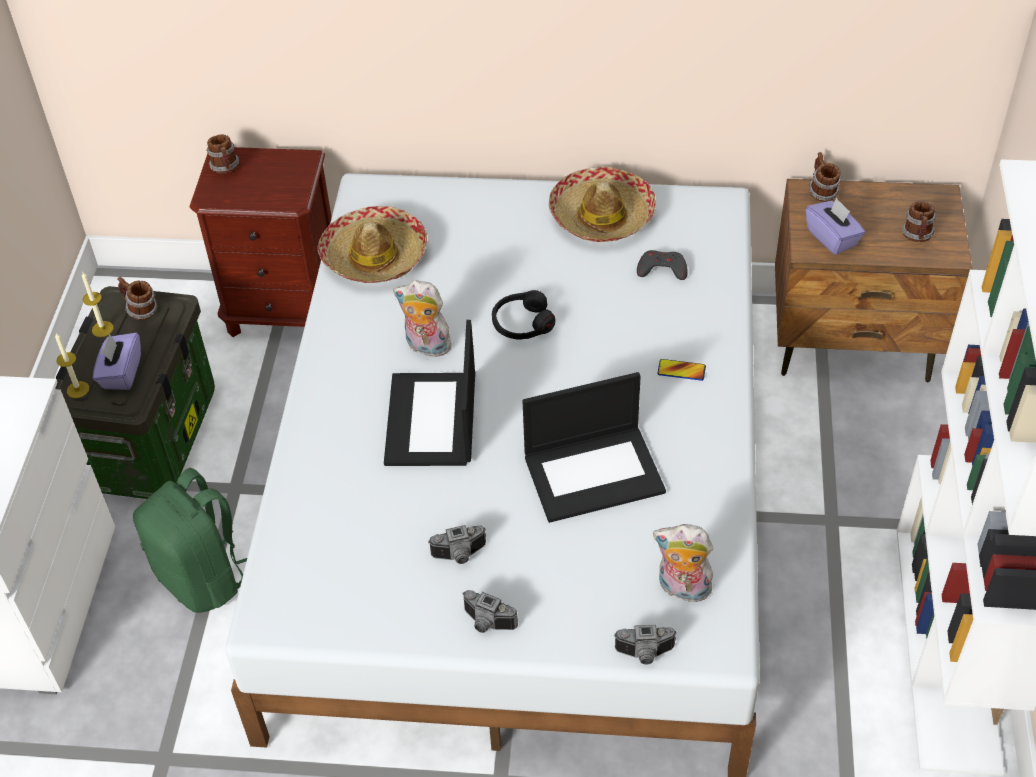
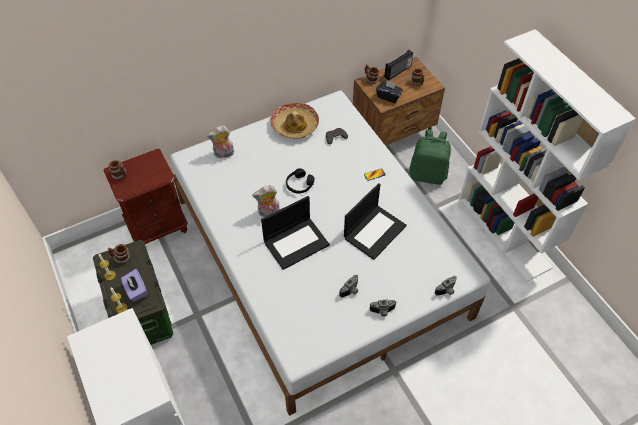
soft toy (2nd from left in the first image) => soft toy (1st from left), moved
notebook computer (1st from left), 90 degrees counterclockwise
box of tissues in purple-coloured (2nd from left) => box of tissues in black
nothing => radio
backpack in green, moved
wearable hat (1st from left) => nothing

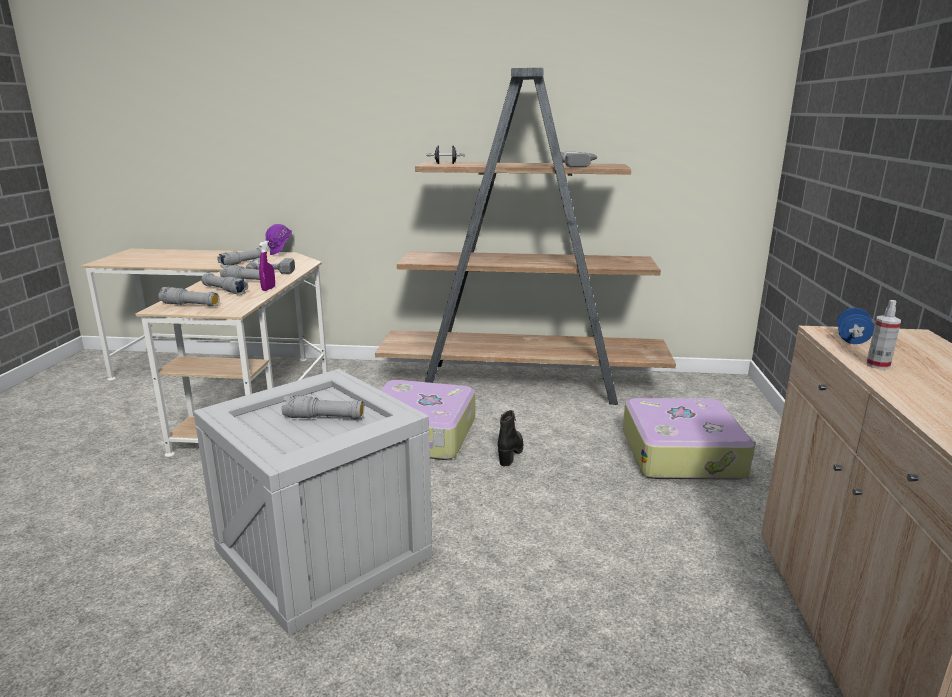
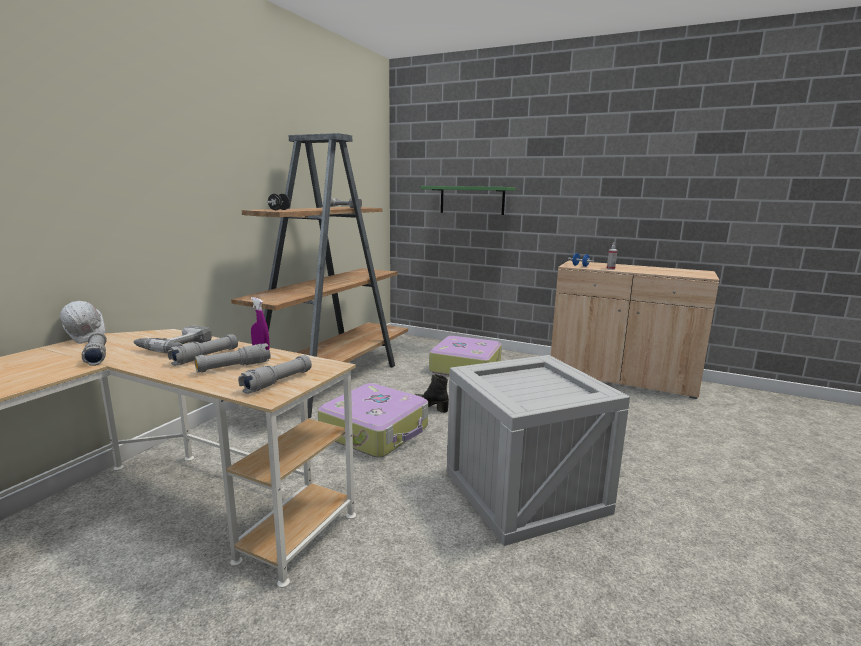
hard hat in purple-coloured => hard hat in whitish
nothing => wall shelf in green
flashlight in greyish (5th from left) => nothing

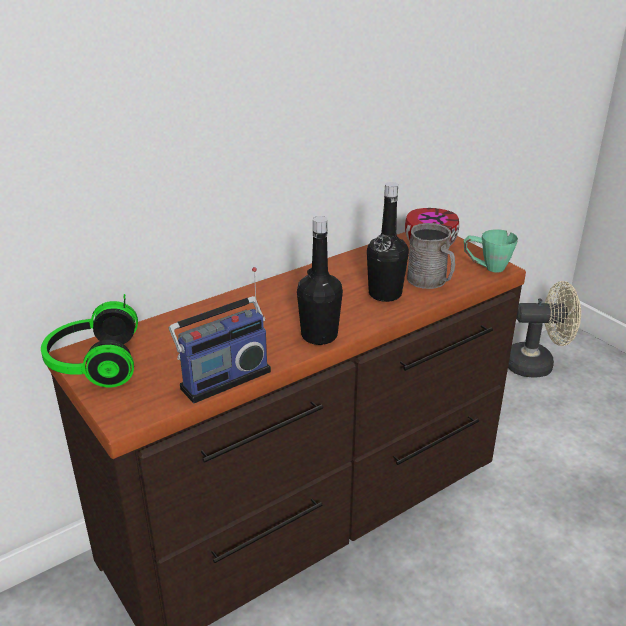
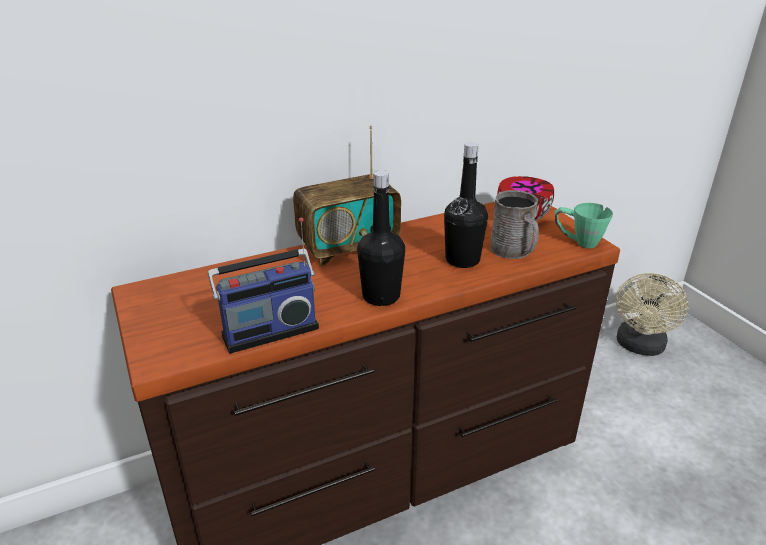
nothing => radio (2nd from left)
fan in sand-coloured, 105 degrees clockwise
pair of headphones => nothing

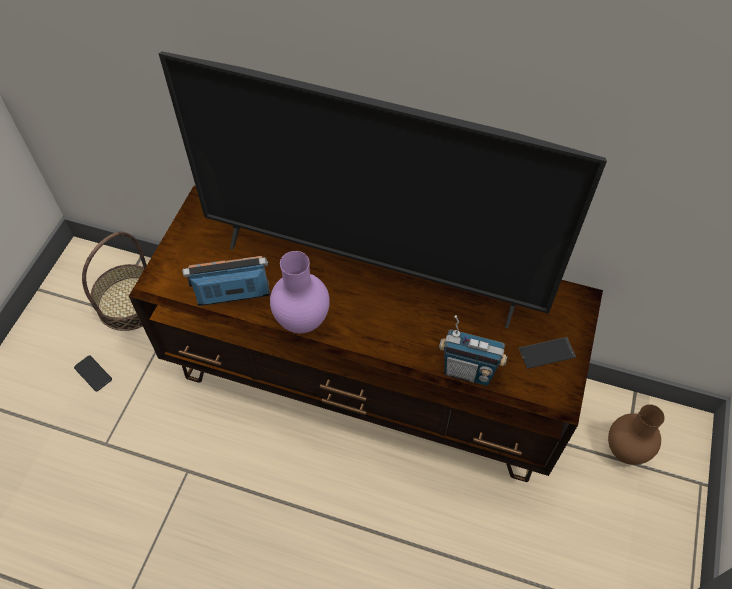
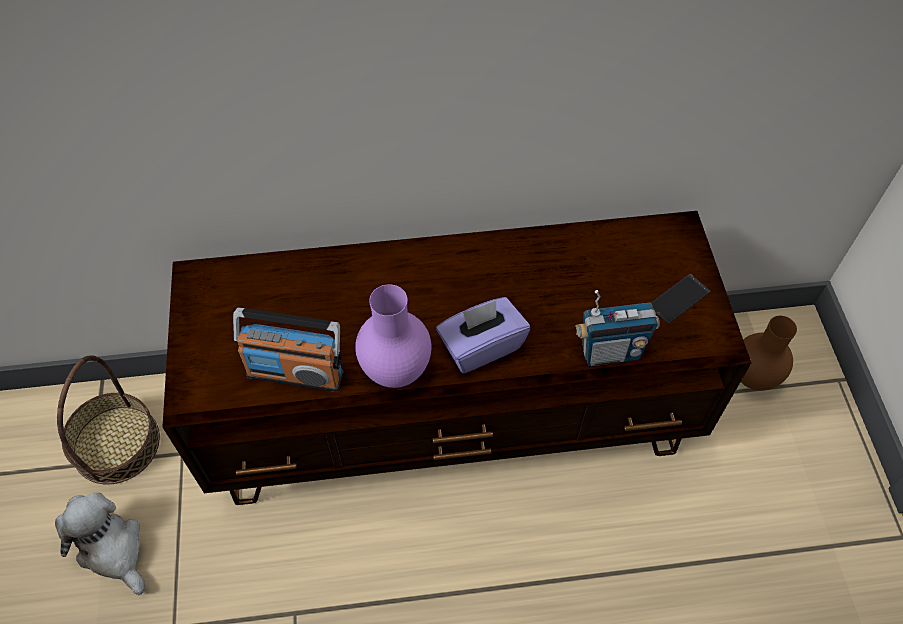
phone (1st from left) => soft toy
radio (1st from left), 135 degrees counterclockwise
nothing => box of tissues in purple-coloured
TV set => nothing

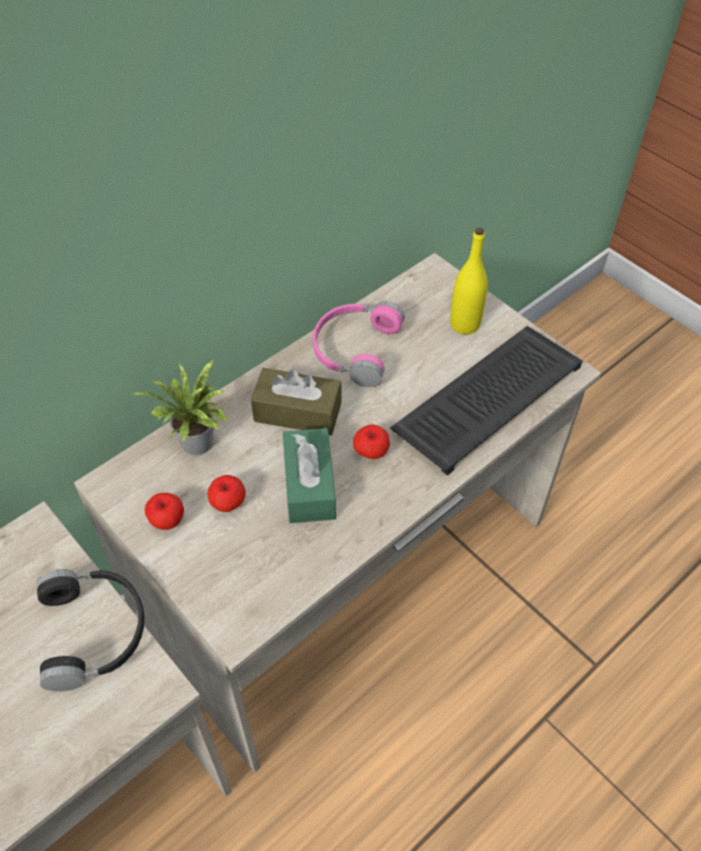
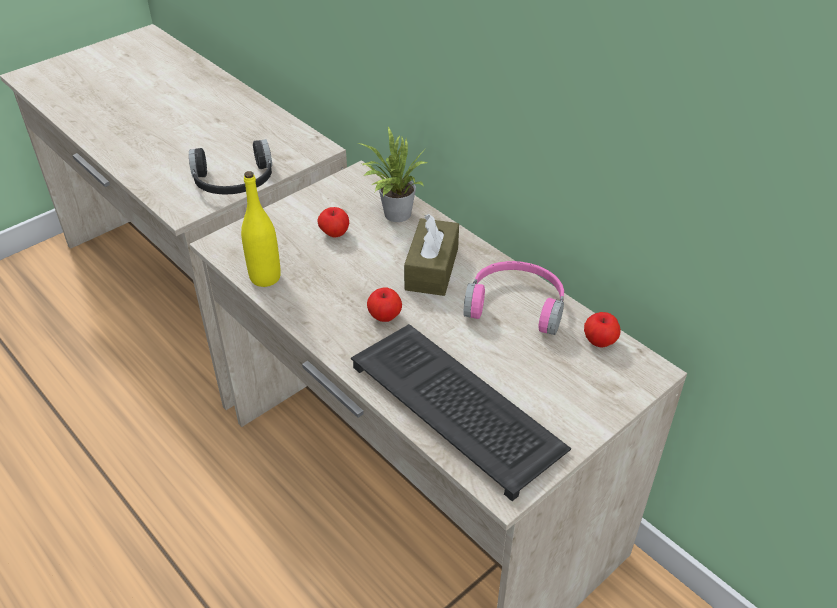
bottle in yellow-coloured, moved
apple (1st from left in the first image) => apple (3rd from left), moved
box of tissues in green => nothing

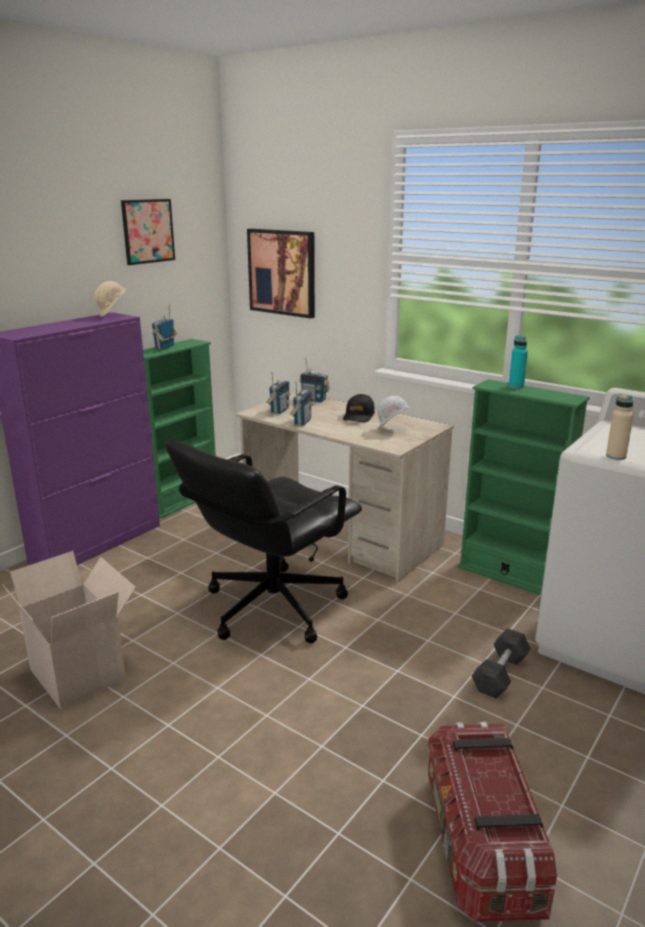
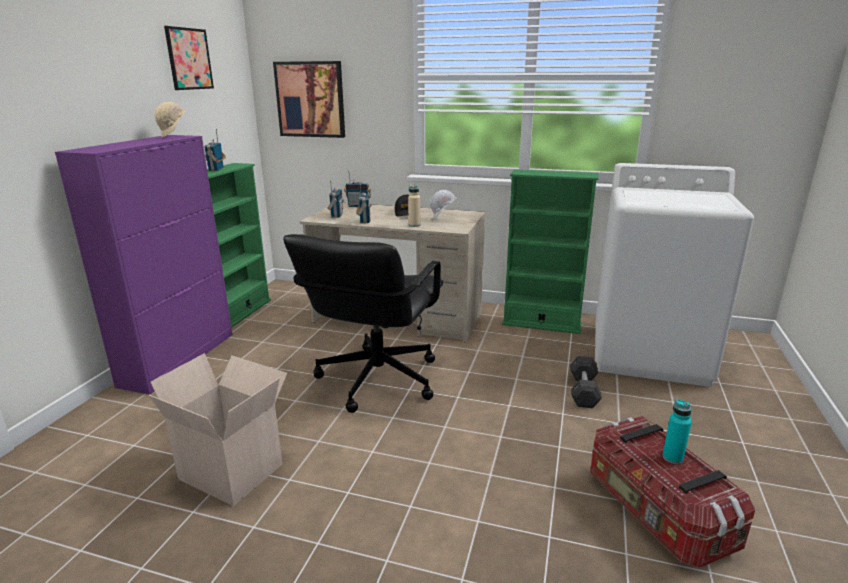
bottle in sand-coloured, moved
bottle in turquoise-coloured, moved

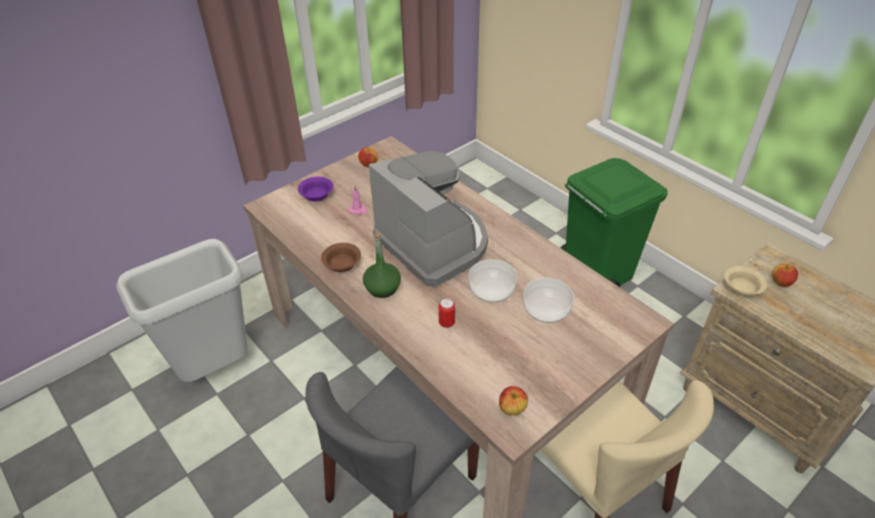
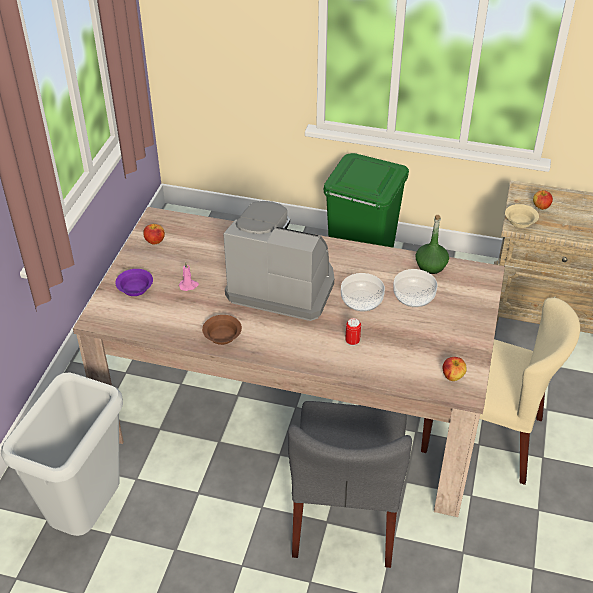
bottle in green, moved

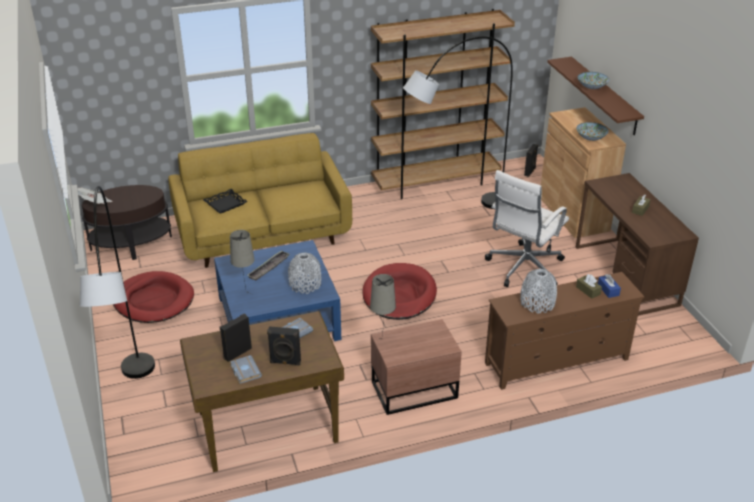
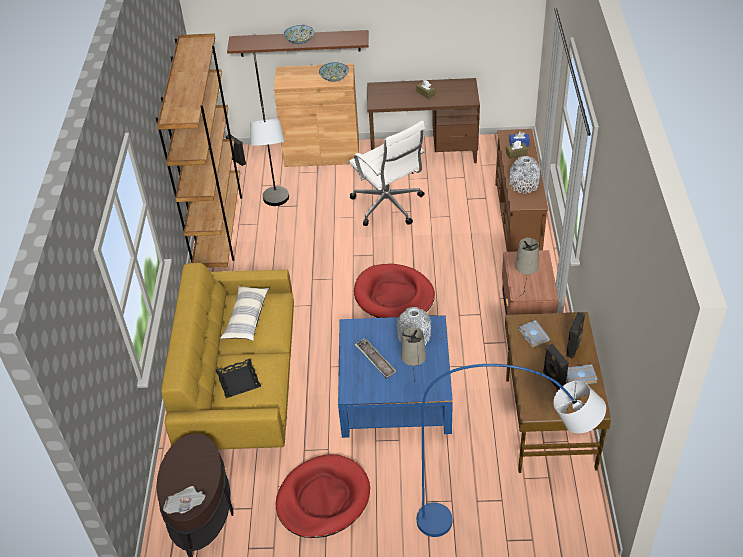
nothing => throw pillow
standard lamp in greyish (1st from left) => standard lamp in blue-coloured

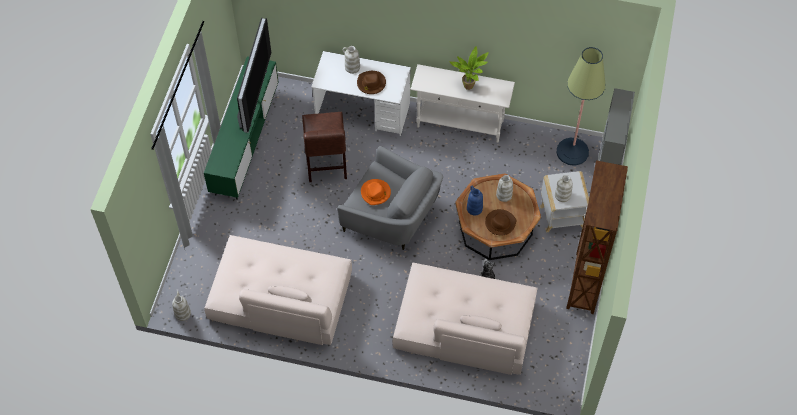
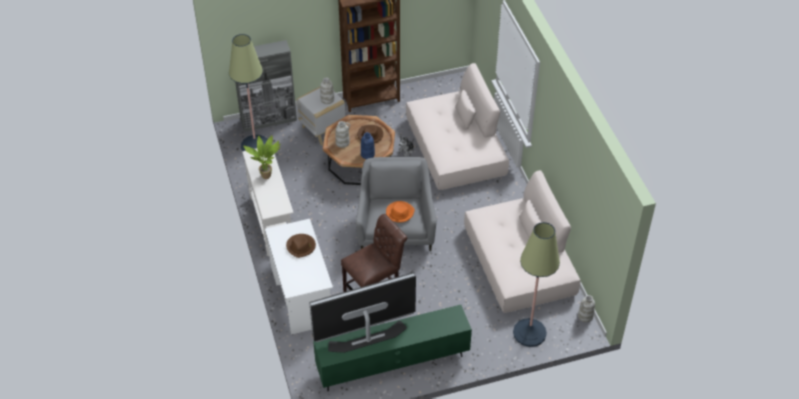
nothing => standard lamp (2nd from left)
flower vase in whitish (2nd from left) => nothing

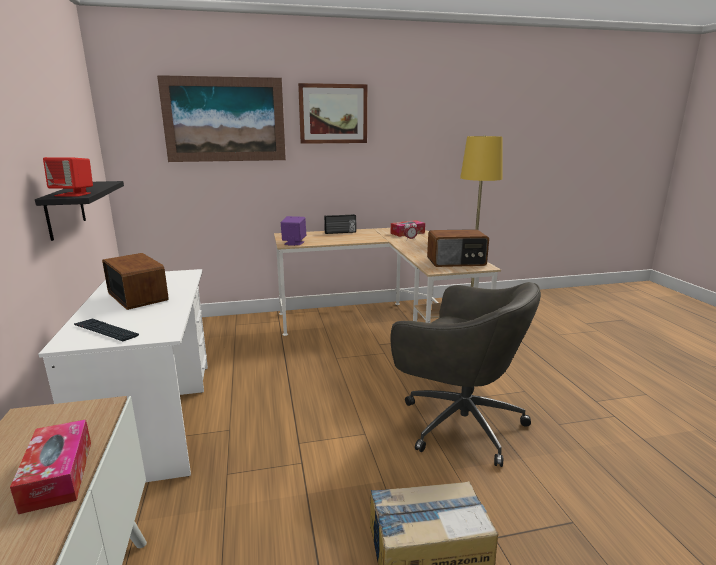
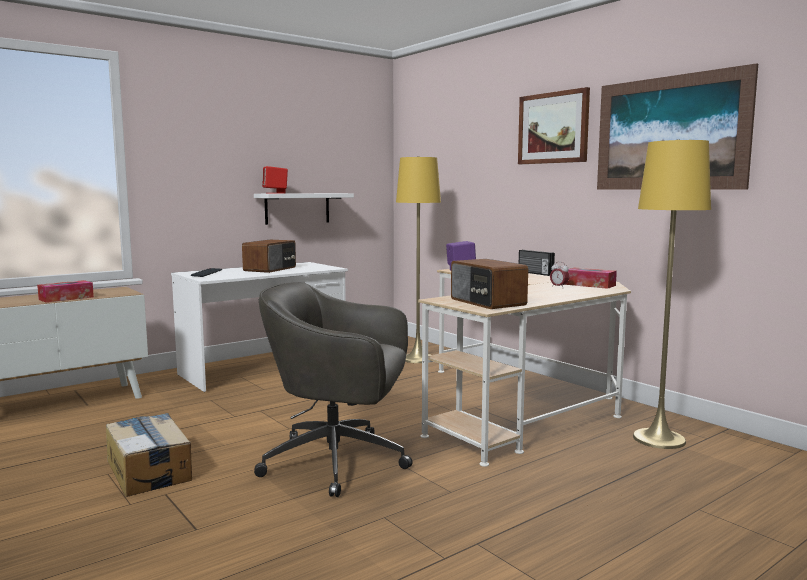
wall shelf in black => wall shelf in whitish
desk chair in greyish, 90 degrees clockwise
nothing => standard lamp in yellow-coloured (1st from left)
wall picture (1st from left in the first image) => wall picture (2nd from left), moved

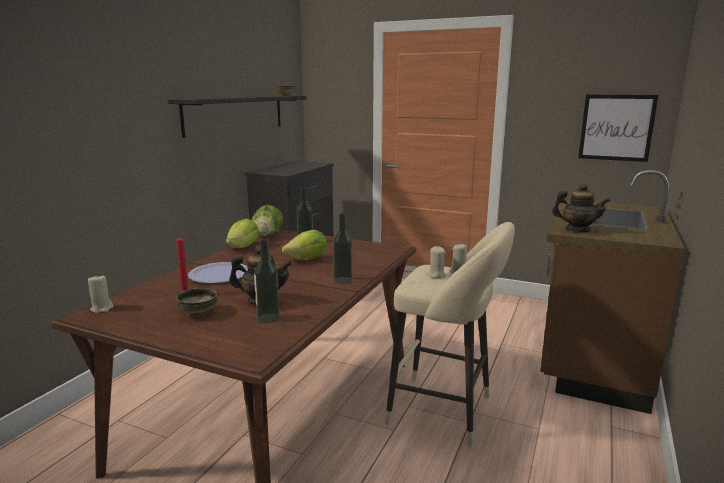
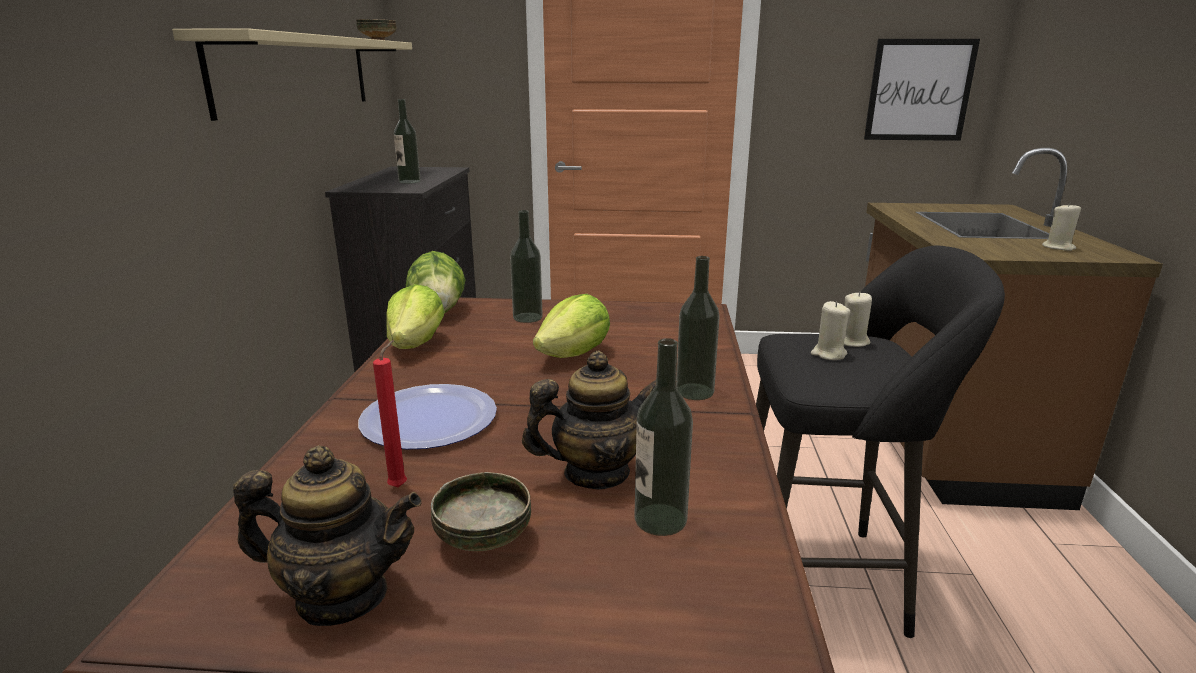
wall shelf in black => wall shelf in sand-coloured
teapot (2nd from left in the first image) => teapot (1st from left), moved
nothing => bottle (1st from left)
stool in sand-coloured => stool in black
wax candle in sand-coloured (1st from left in the first image) => wax candle in sand-coloured (3rd from left), moved

